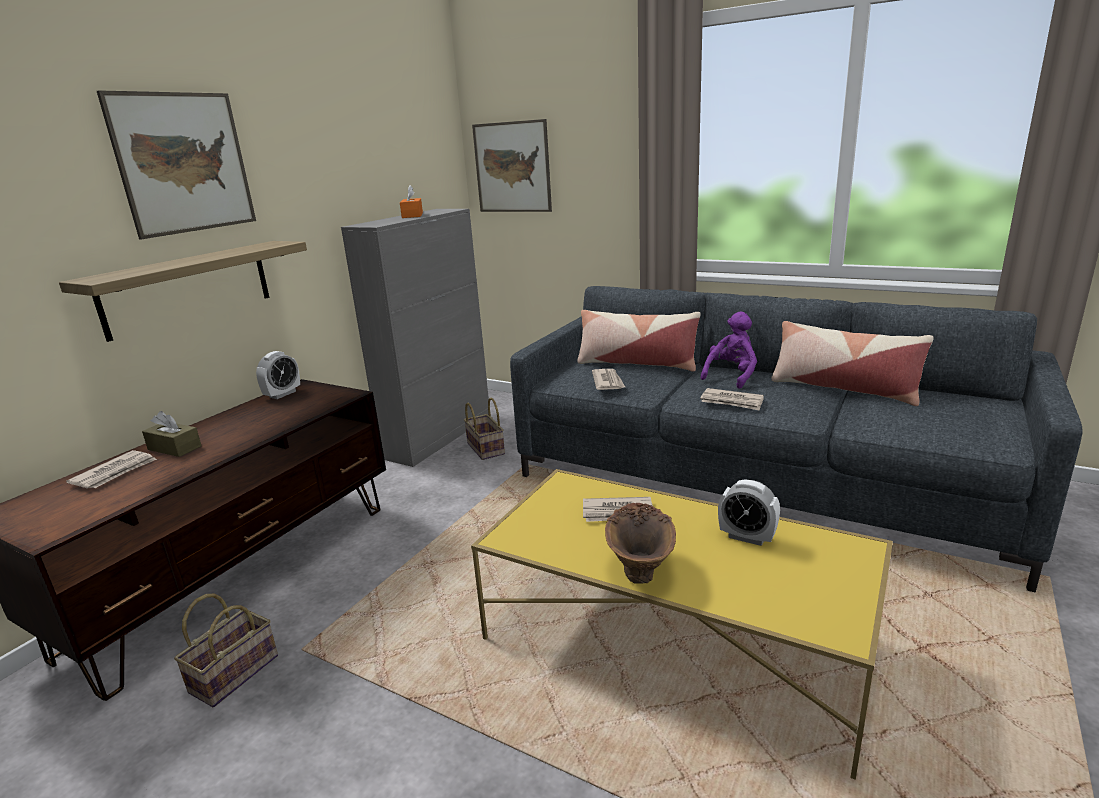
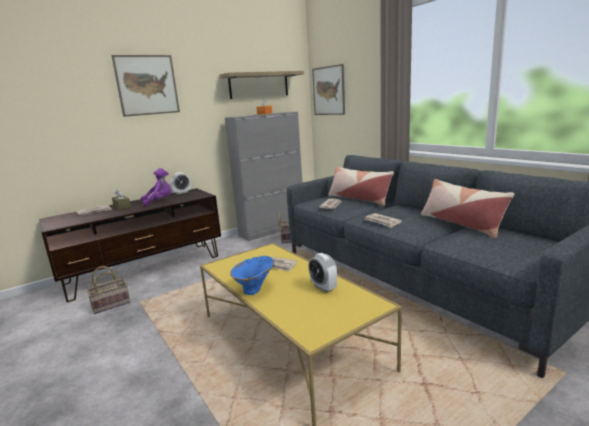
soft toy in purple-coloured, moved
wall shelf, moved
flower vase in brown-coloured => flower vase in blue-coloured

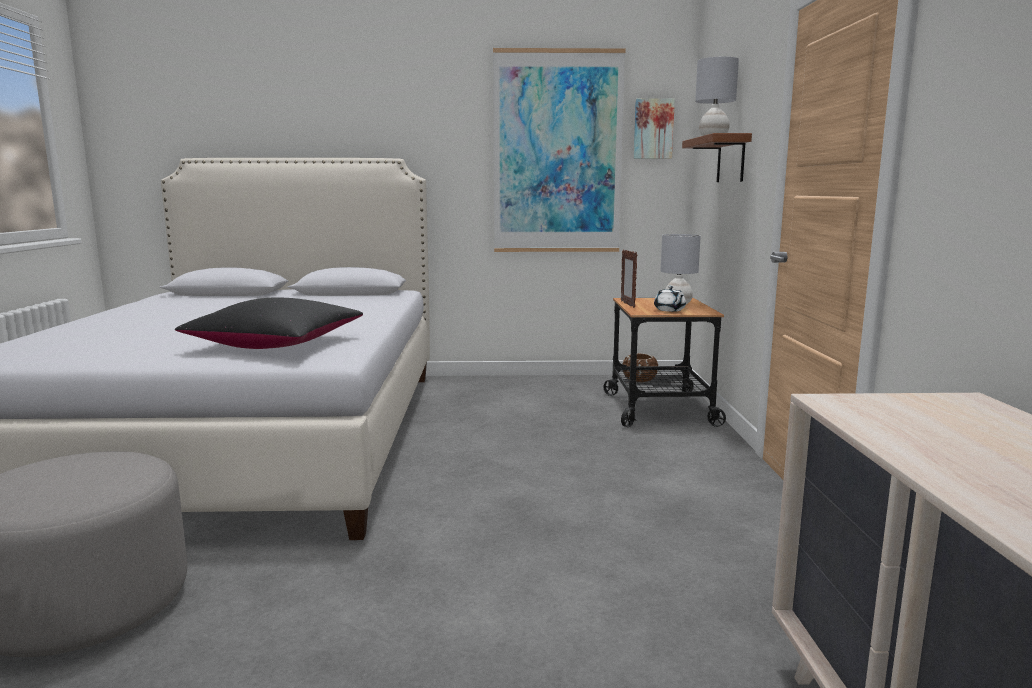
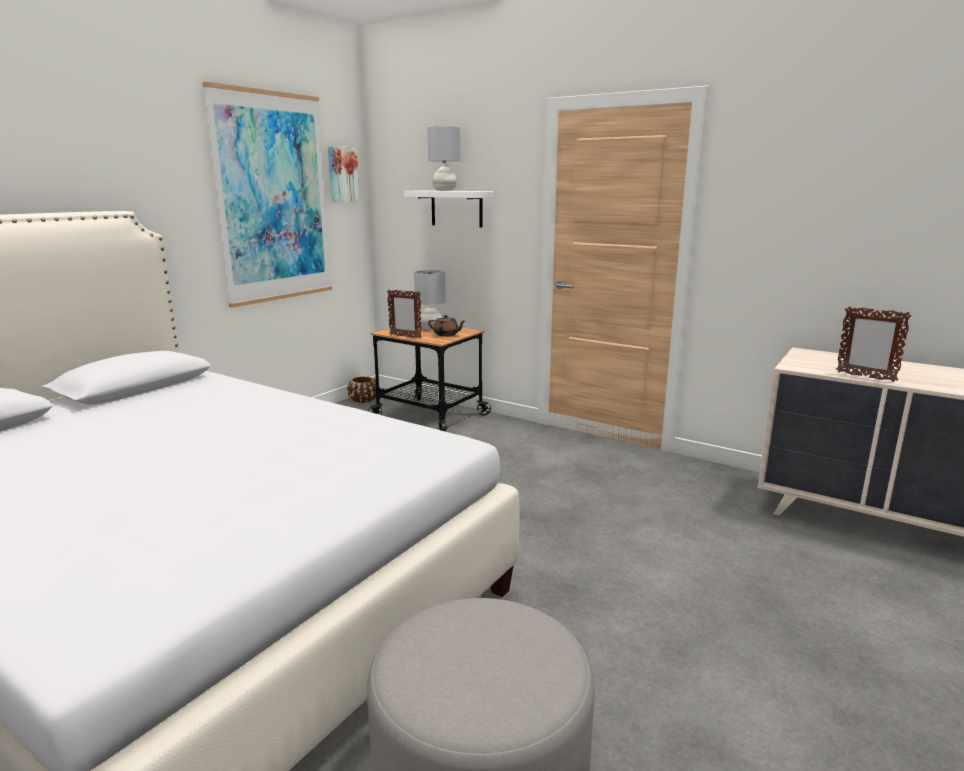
wall shelf in brown-coloured => wall shelf in whitish
teapot in whitish => teapot in brown-coloured
nothing => standing frame (2nd from left)
throw pillow in black => nothing

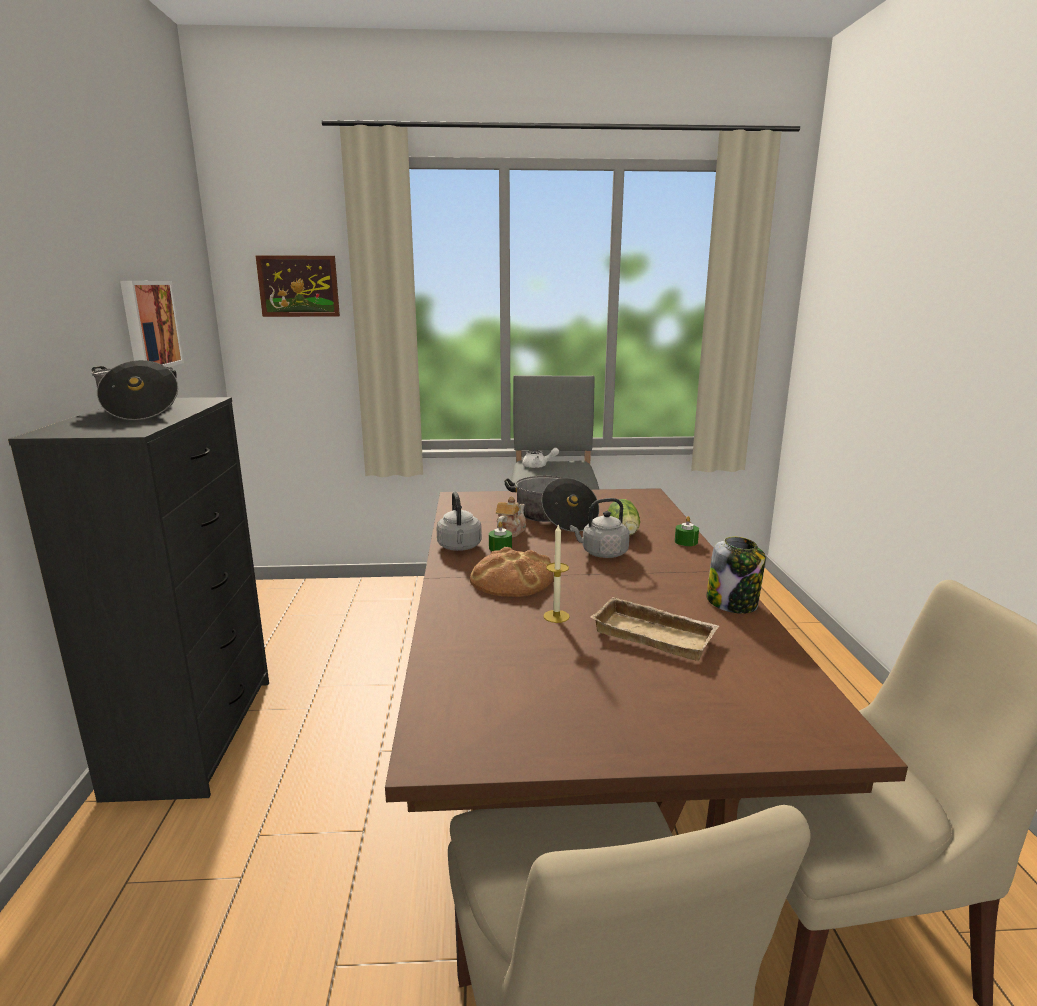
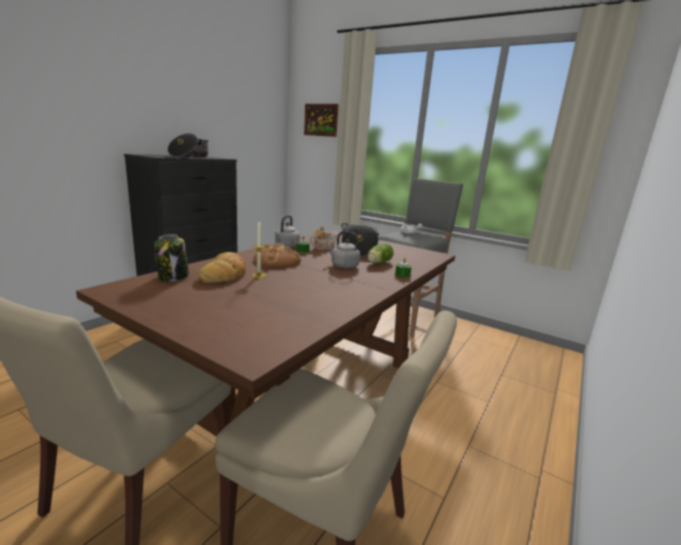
jar, moved
nothing => bread (1st from left)
wall picture (1st from left) => nothing
carrying tray in sand-coloured => nothing

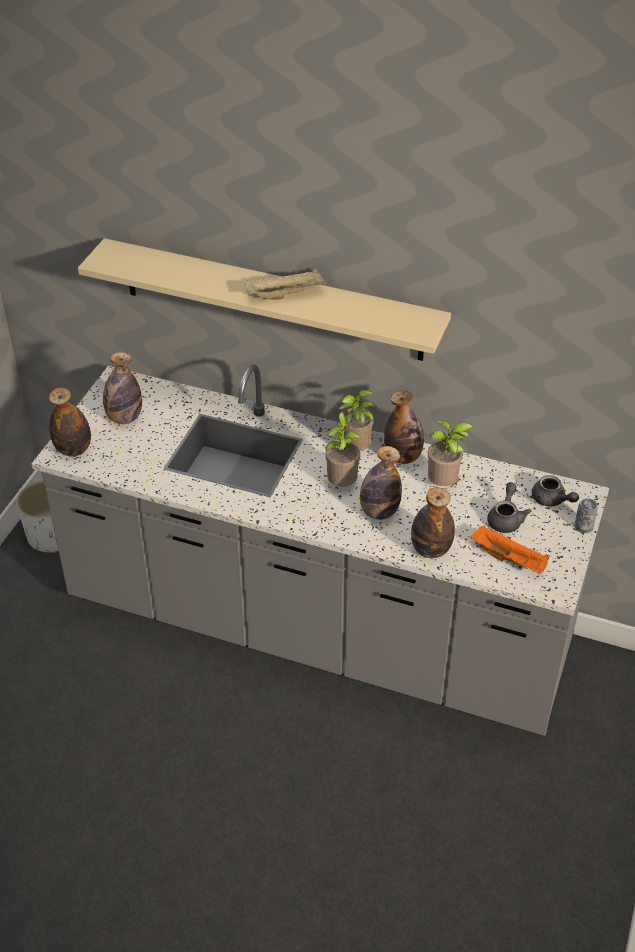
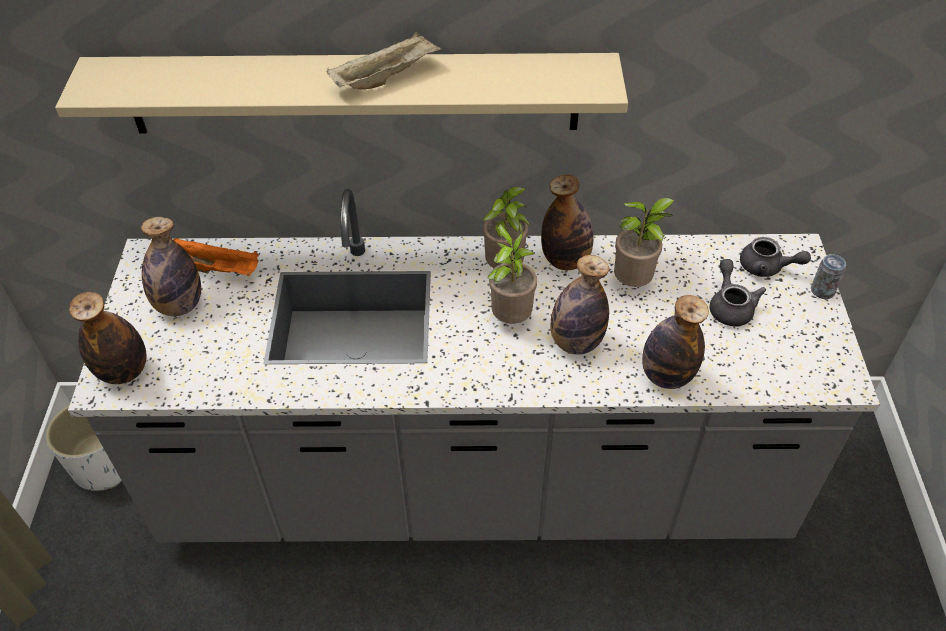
carrying tray in orange, moved

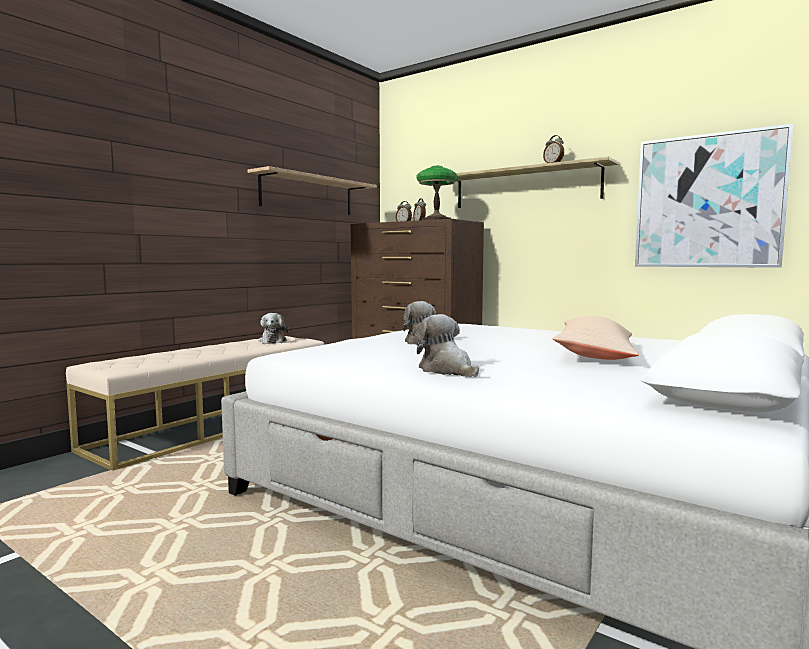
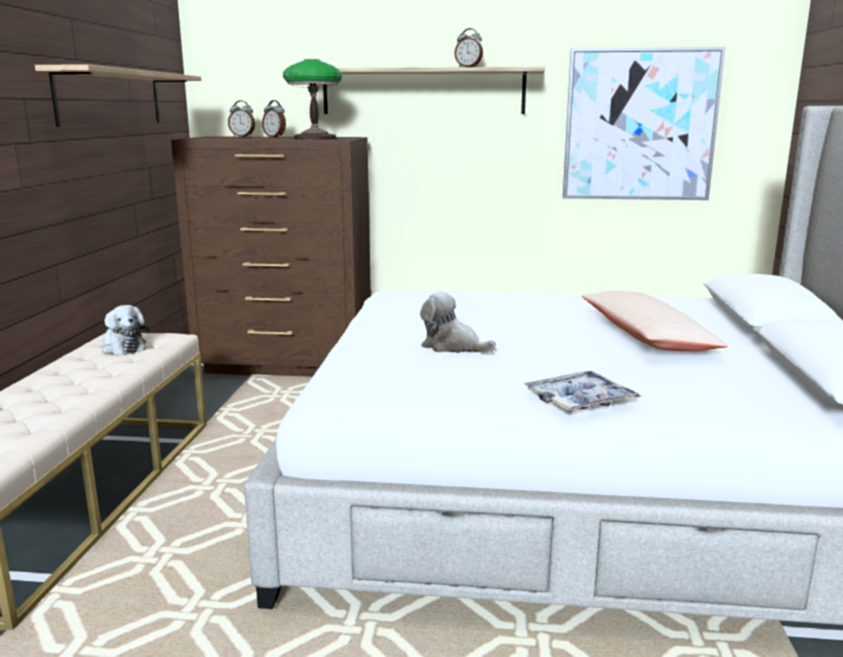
soft toy (3rd from left) => carrying tray

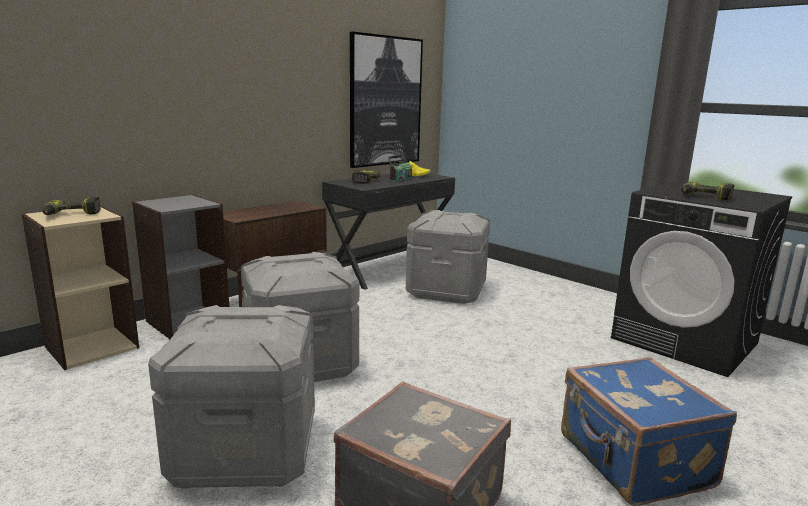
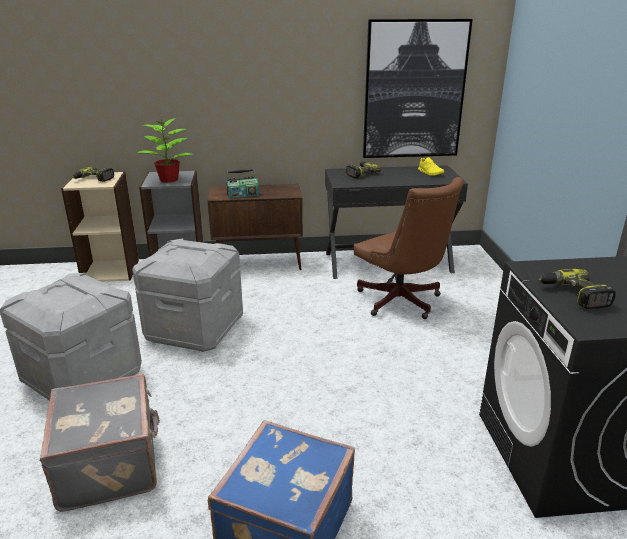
nothing => plant in a pot
radio, moved
storage box in greyish (3rd from left) => desk chair in brown-coloured

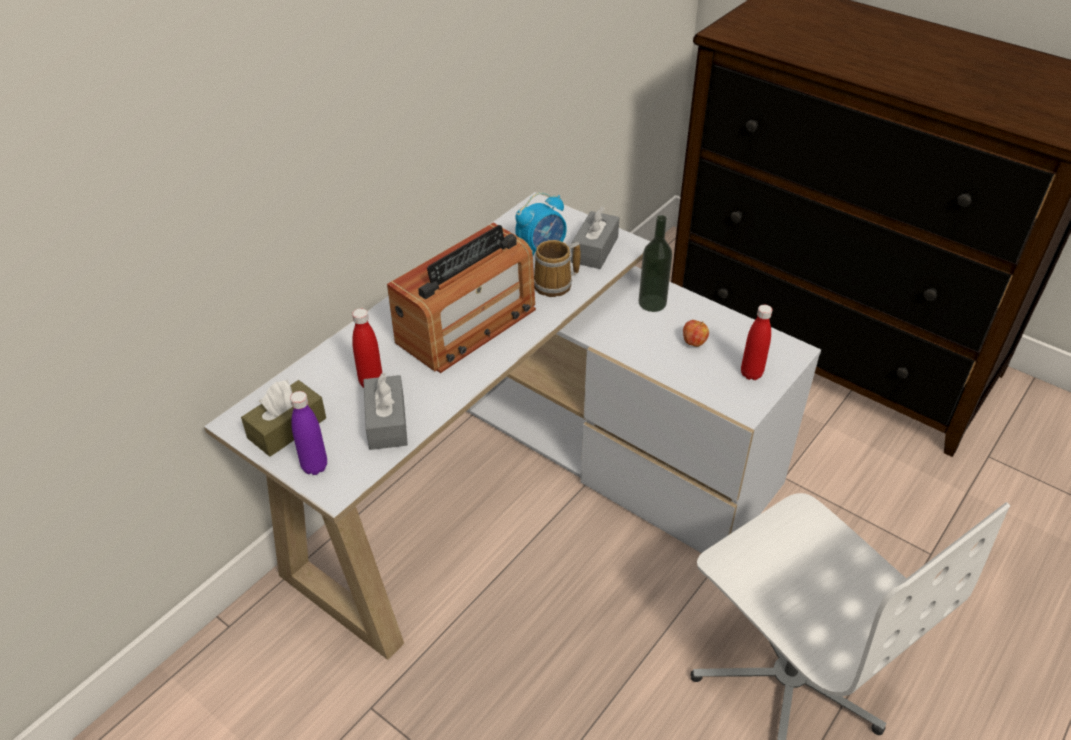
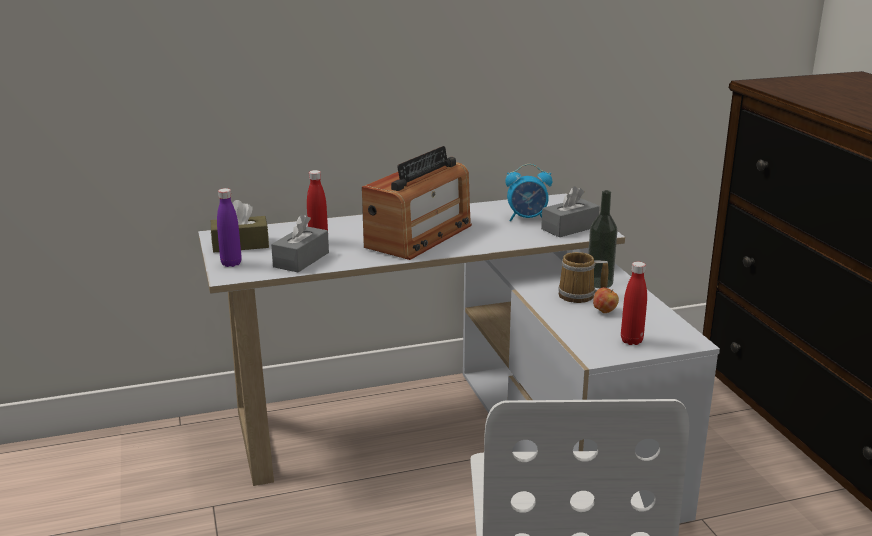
radio, 45 degrees counterclockwise
mug, moved

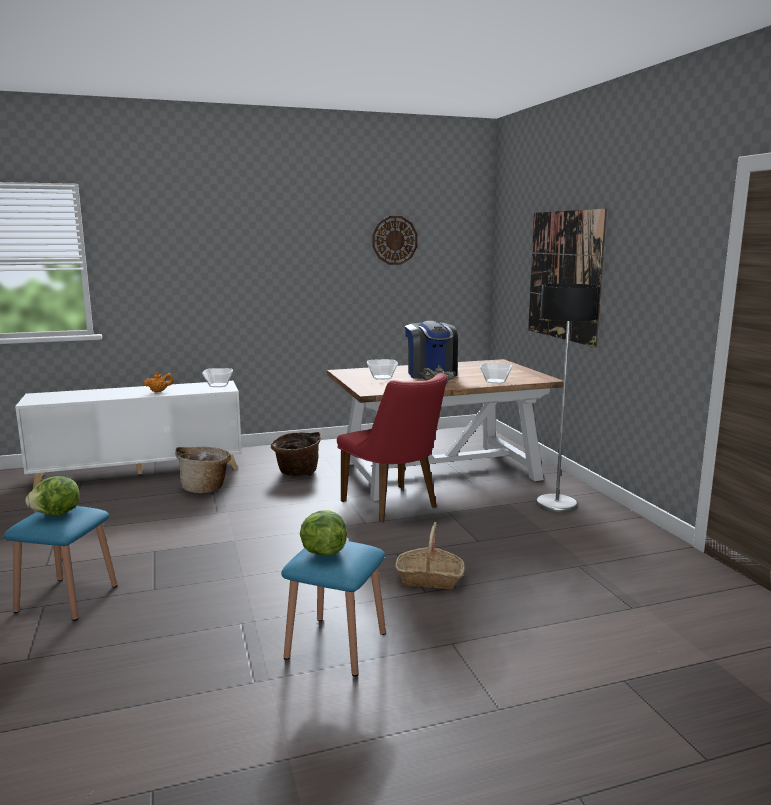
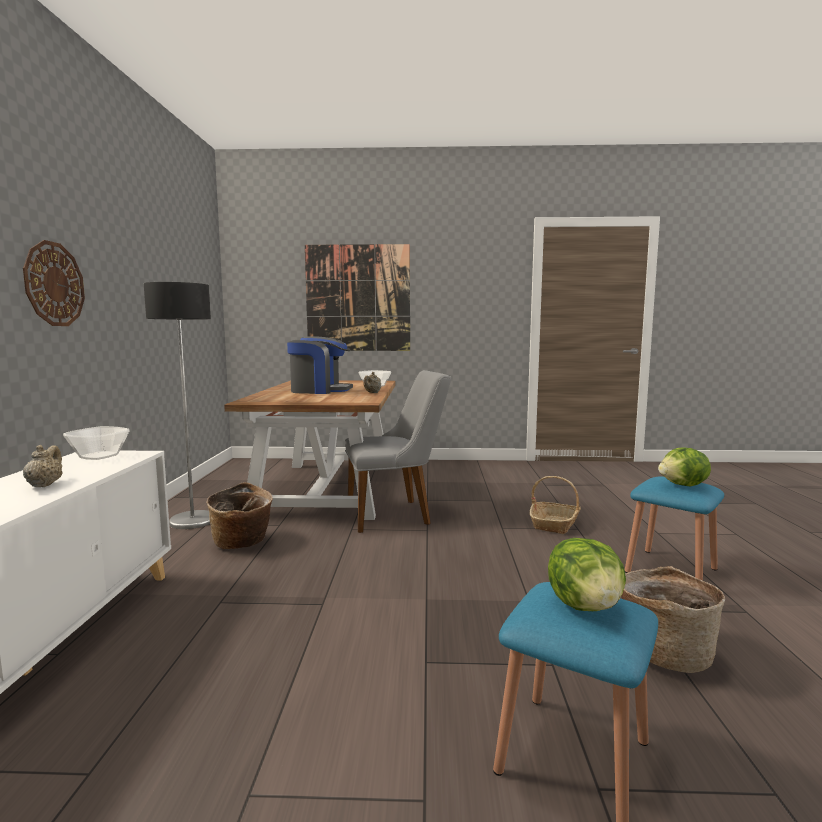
wall clock, moved
teapot in orange => teapot in sand-coloured (1st from left)
standard lamp, moved
chair in red-coloured => chair in greyish
household basket (1st from left in the first image) => household basket (3rd from left), moved
bowl (2nd from left) => nothing

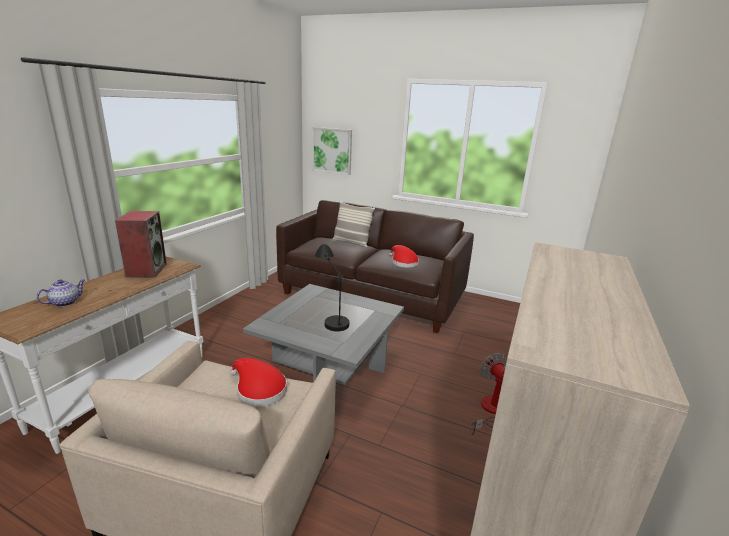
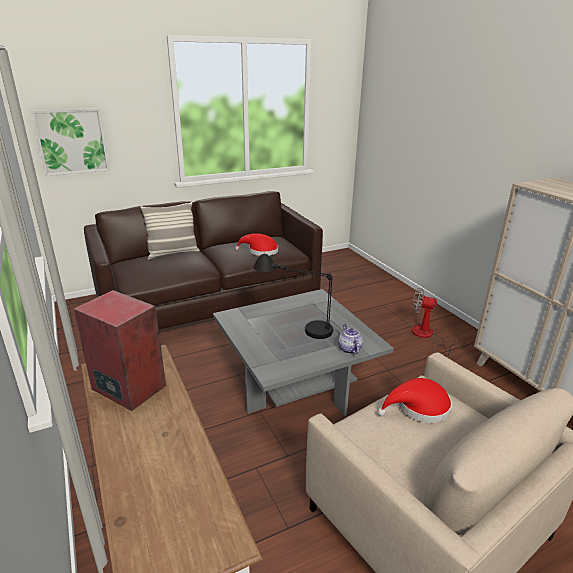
teapot, moved

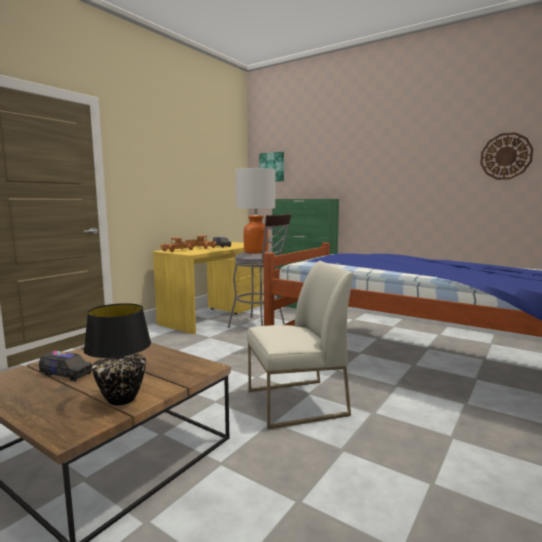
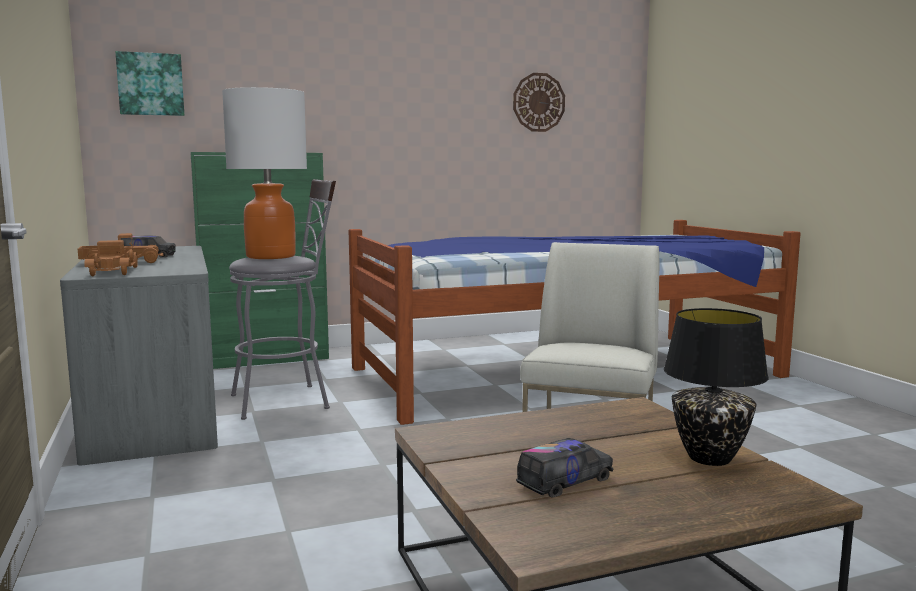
desk unit in yellow-coloured => desk unit in greyish

